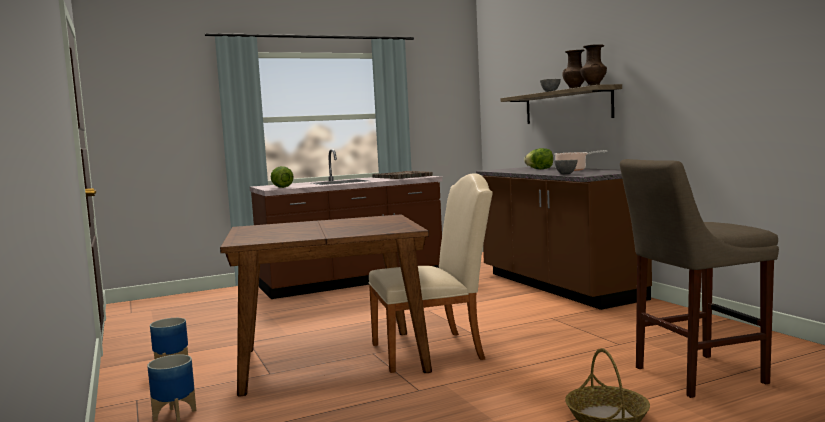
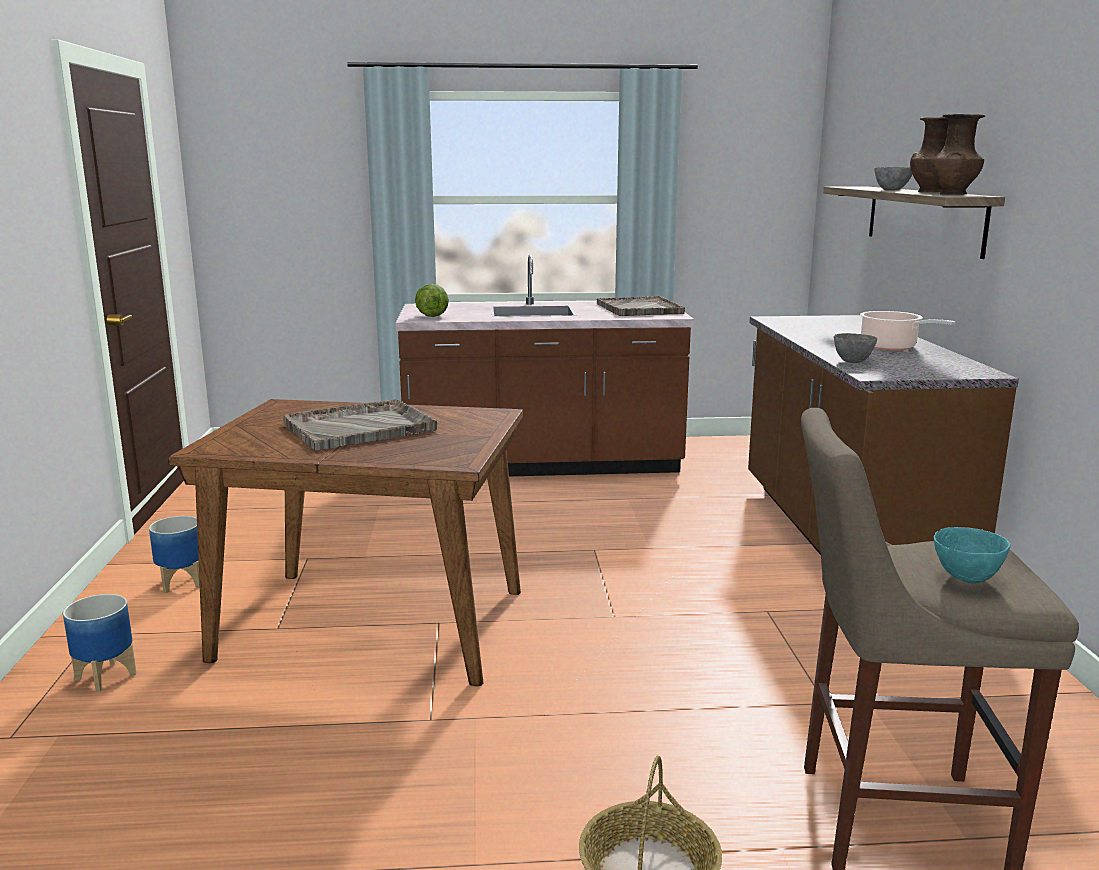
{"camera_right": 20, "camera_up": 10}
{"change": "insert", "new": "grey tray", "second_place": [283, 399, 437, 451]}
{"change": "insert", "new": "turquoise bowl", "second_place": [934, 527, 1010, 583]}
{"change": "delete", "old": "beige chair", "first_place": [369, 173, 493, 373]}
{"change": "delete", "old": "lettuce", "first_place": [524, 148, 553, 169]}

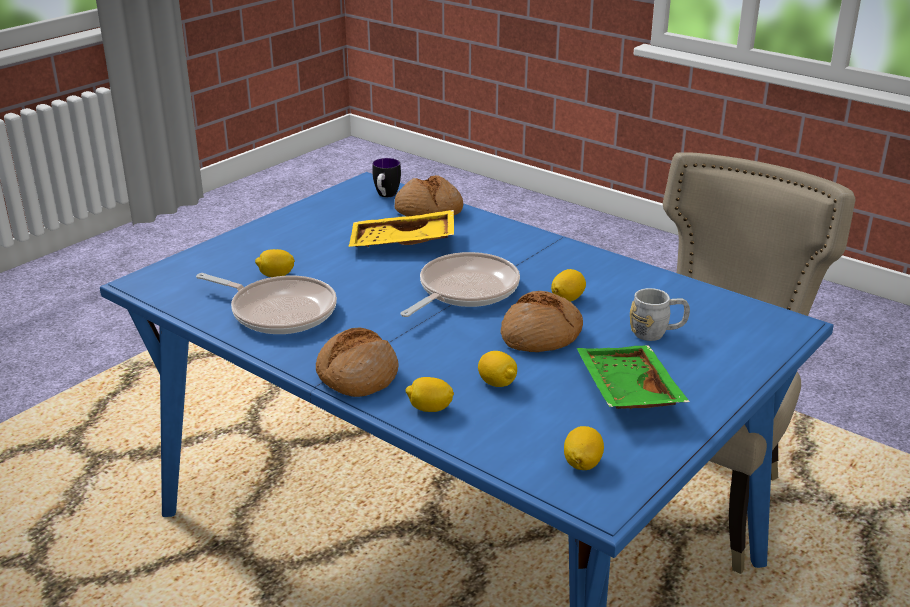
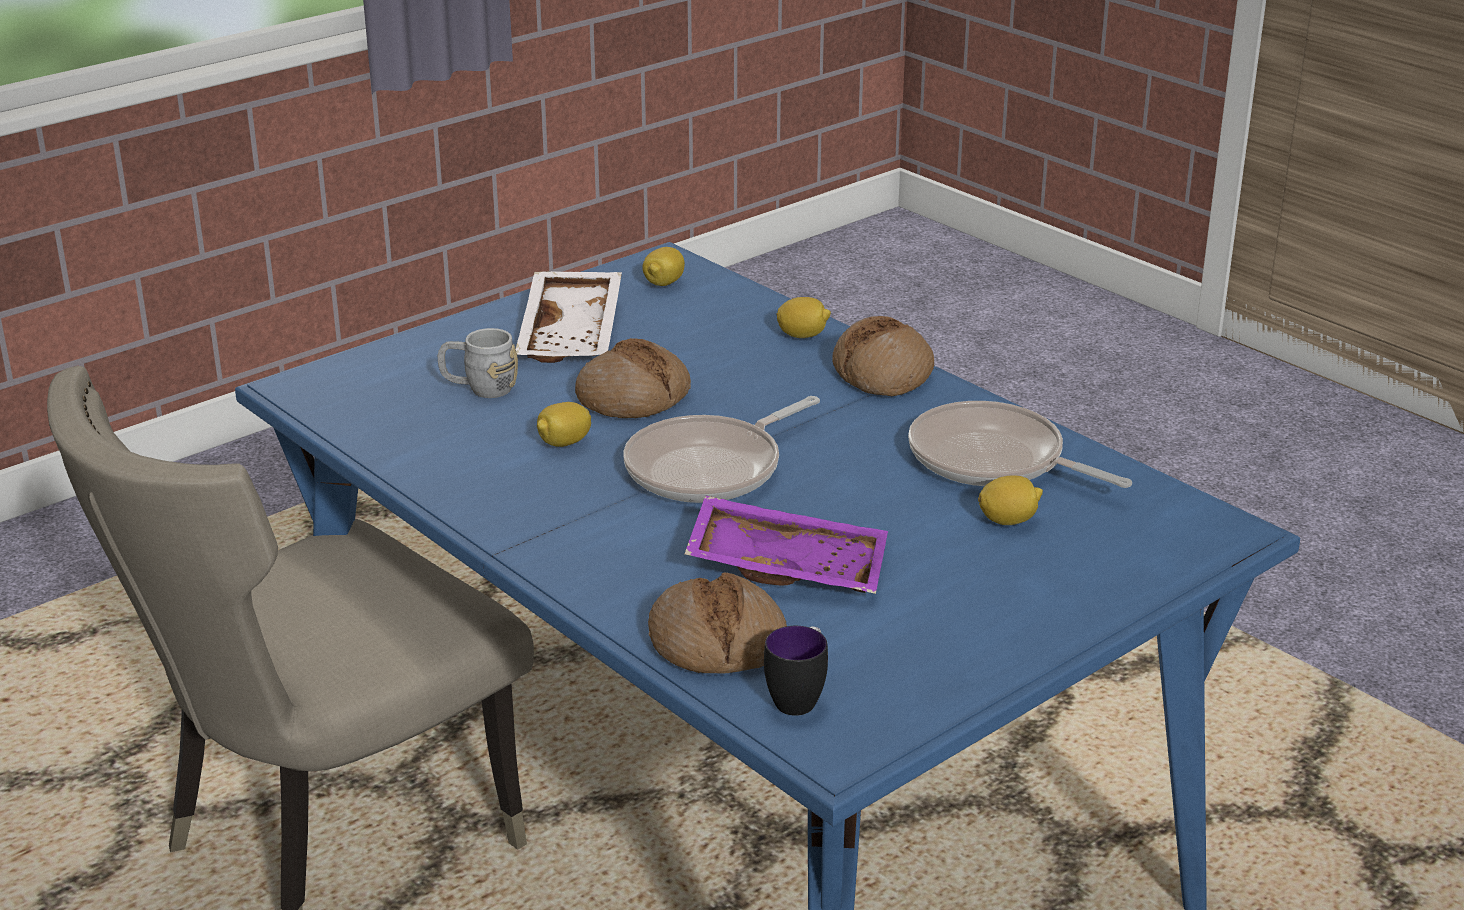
{"camera_right": -170, "camera_up": 0}
{"change": "recolor", "old": "green tray", "new": "white tray", "first_place": [577, 345, 690, 409], "second_place": [516, 271, 622, 363]}
{"change": "recolor", "old": "yellow tray", "new": "purple tray", "first_place": [348, 210, 454, 247], "second_place": [685, 496, 888, 594]}
{"change": "delete", "old": "lemon", "first_place": [478, 351, 517, 387]}

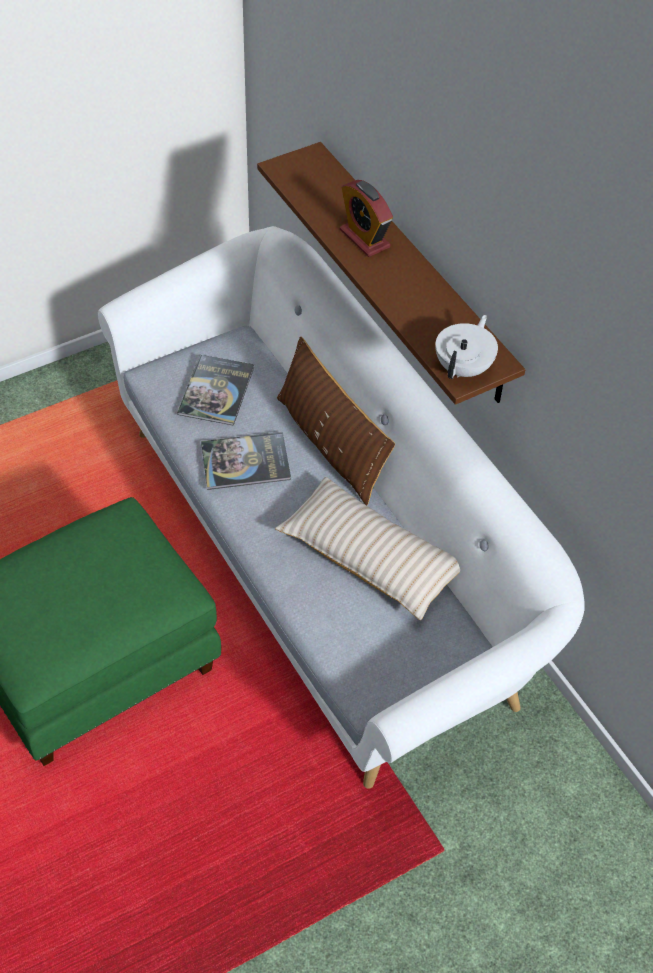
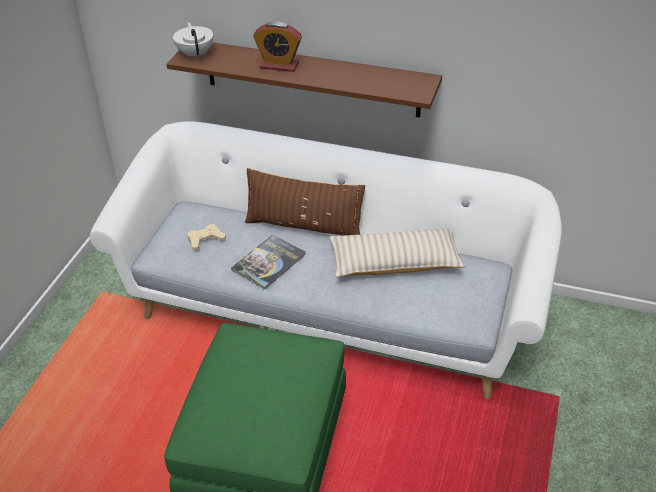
{"camera_right": -40, "camera_up": -10}
{"change": "move", "old": "white teapot", "first_place": [435, 315, 498, 379], "second_place": [173, 22, 213, 59]}
{"change": "replace", "old": "book", "new": "beige game controller", "first_place": [177, 355, 254, 426], "second_place": [188, 224, 226, 251]}

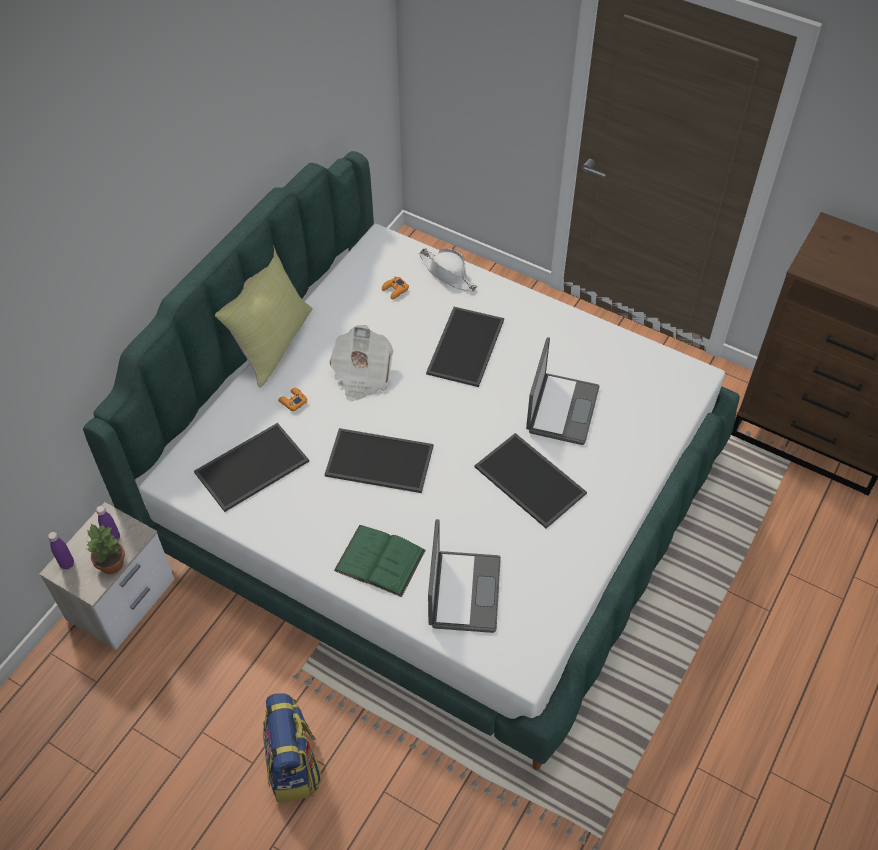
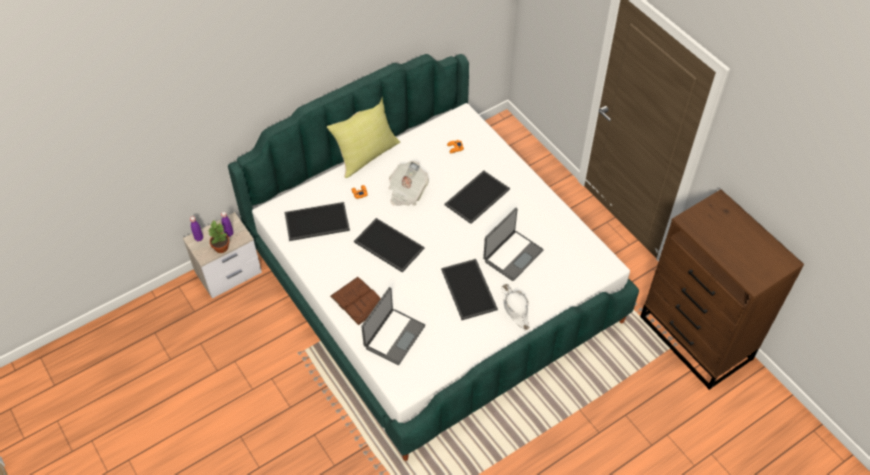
{"camera_right": 25, "camera_up": 0}
{"change": "recolor", "old": "green book", "new": "brown book", "first_place": [334, 525, 426, 597], "second_place": [330, 277, 381, 325]}
{"change": "move", "old": "white hat", "first_place": [419, 248, 478, 292], "second_place": [502, 284, 530, 330]}
{"change": "delete", "old": "backpack", "first_place": [263, 693, 322, 802]}

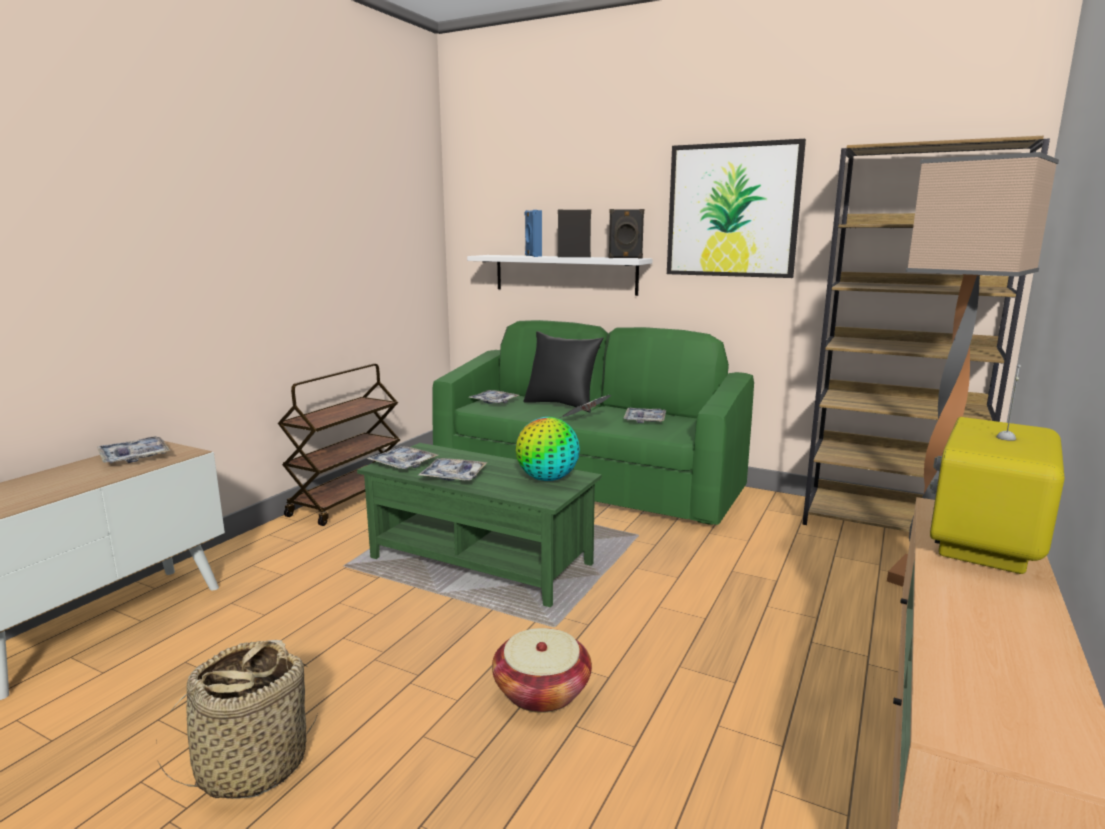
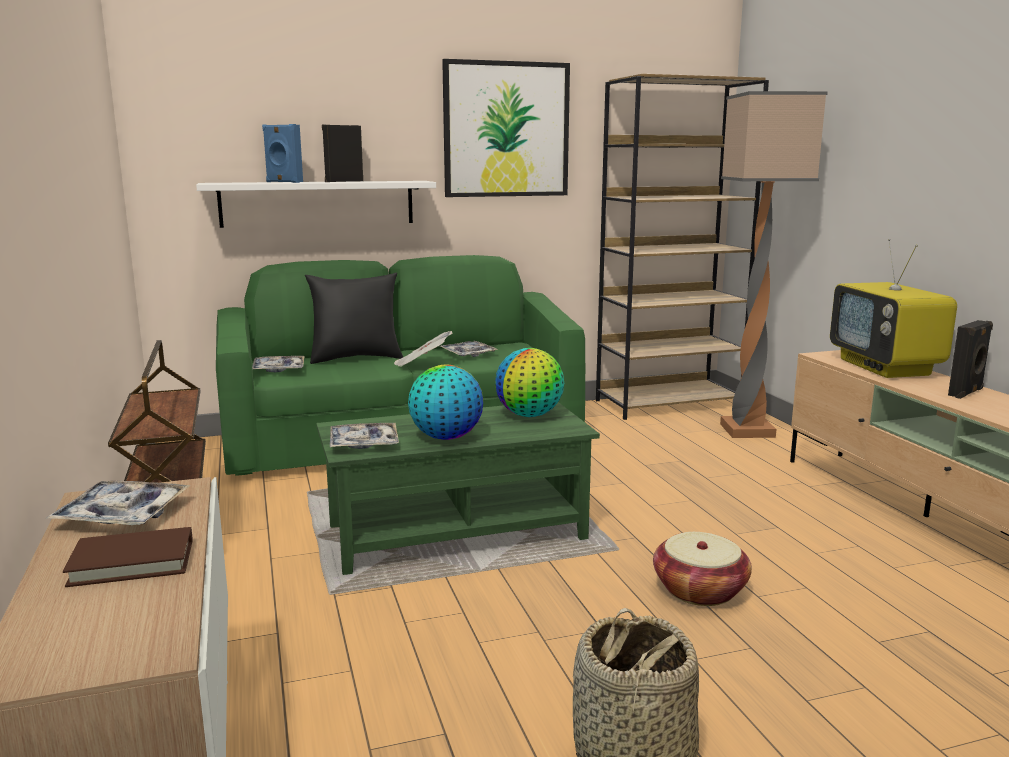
{"camera_right": -45, "camera_up": 0}
{"change": "insert", "new": "brown book", "second_place": [63, 527, 193, 587]}
{"change": "replace", "old": "tray", "new": "globe", "first_place": [418, 458, 488, 480], "second_place": [408, 365, 483, 440]}
{"change": "move", "old": "black speaker", "first_place": [608, 209, 644, 258], "second_place": [948, 320, 993, 399]}

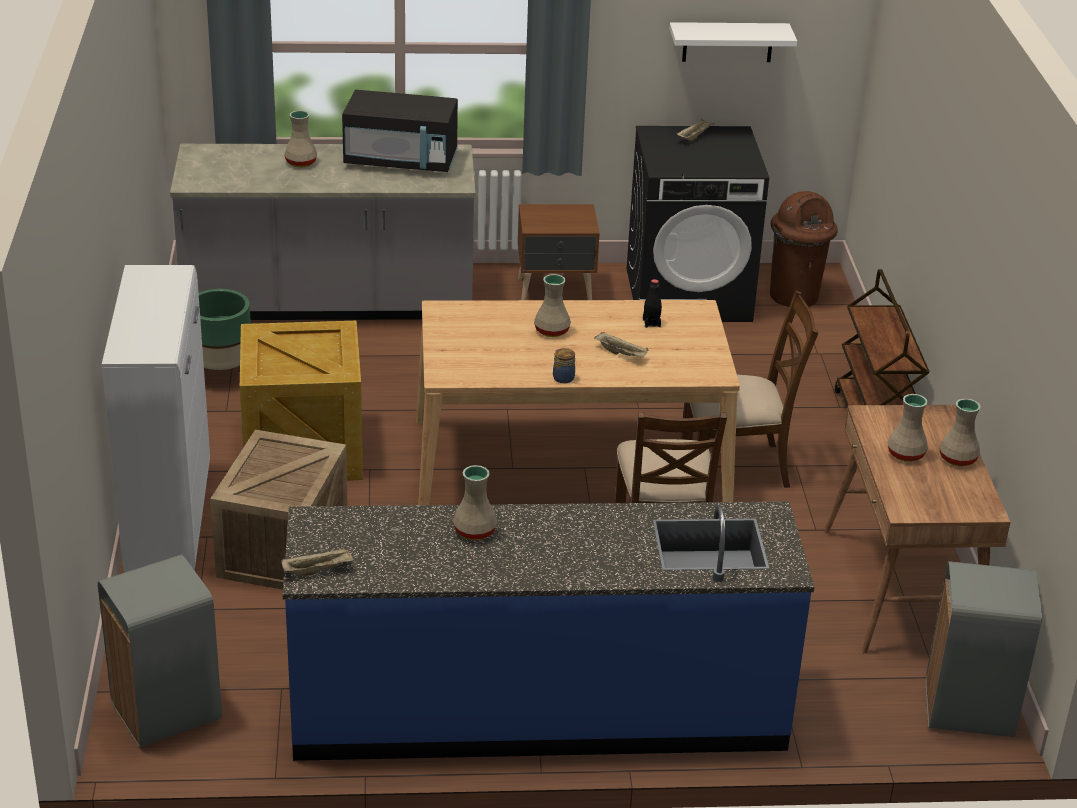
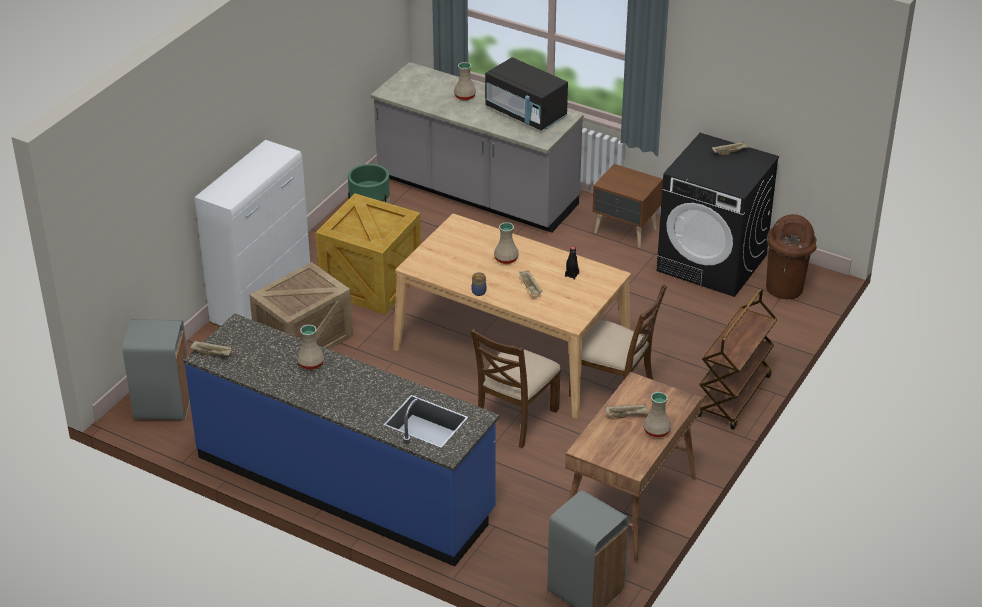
{"camera_right": 35, "camera_up": 5}
{"change": "replace", "old": "beige vase", "new": "beige tray", "first_place": [888, 394, 928, 462], "second_place": [606, 403, 649, 418]}
{"change": "delete", "old": "white shelf", "first_place": [669, 22, 797, 62]}

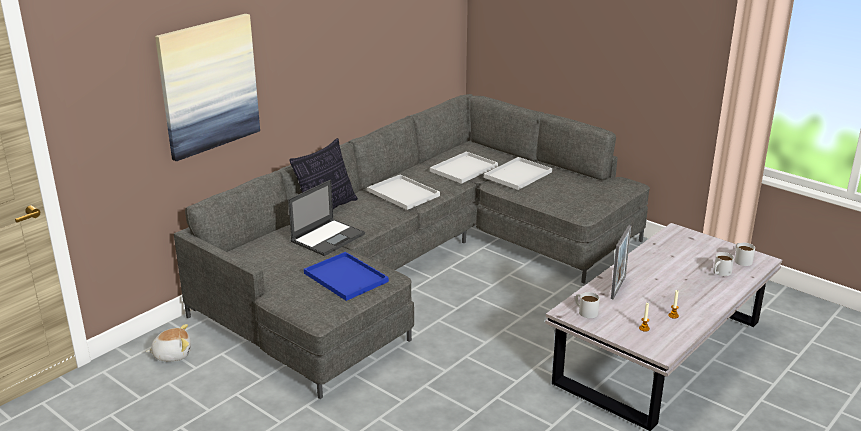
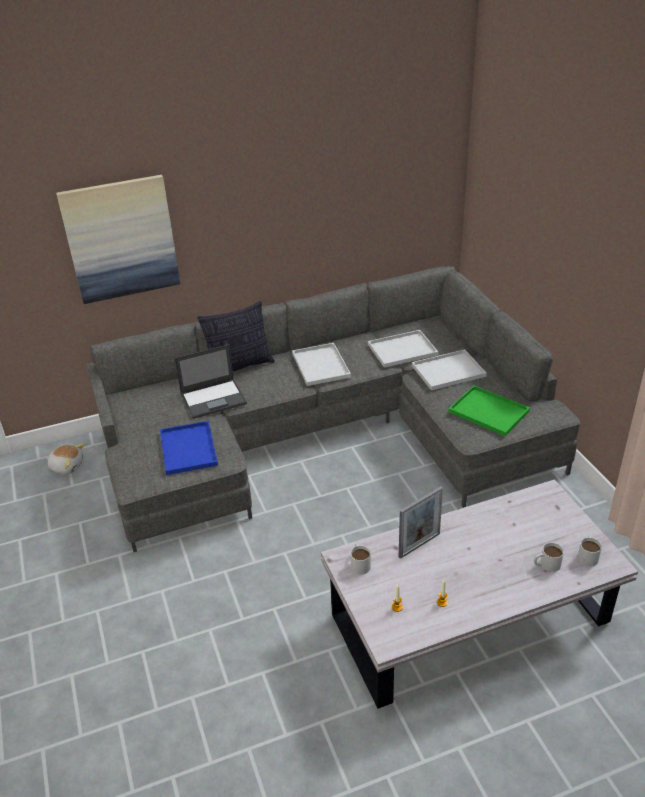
{"camera_right": 30, "camera_up": 10}
{"change": "insert", "new": "green tray", "second_place": [448, 385, 530, 436]}

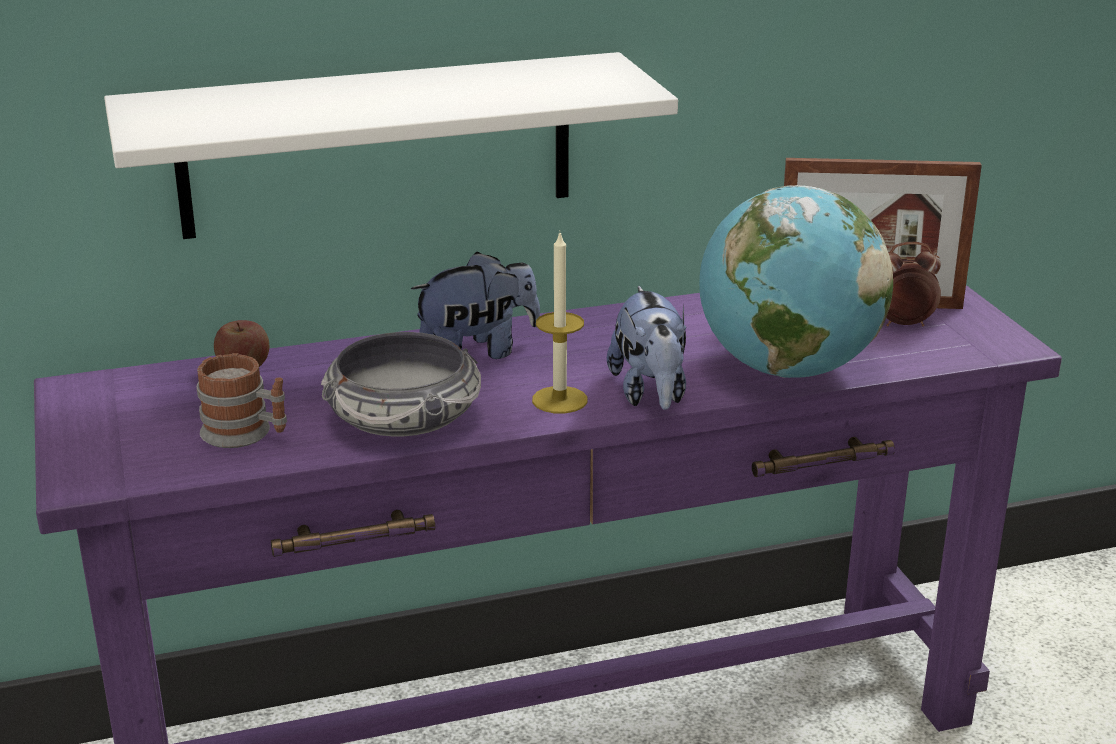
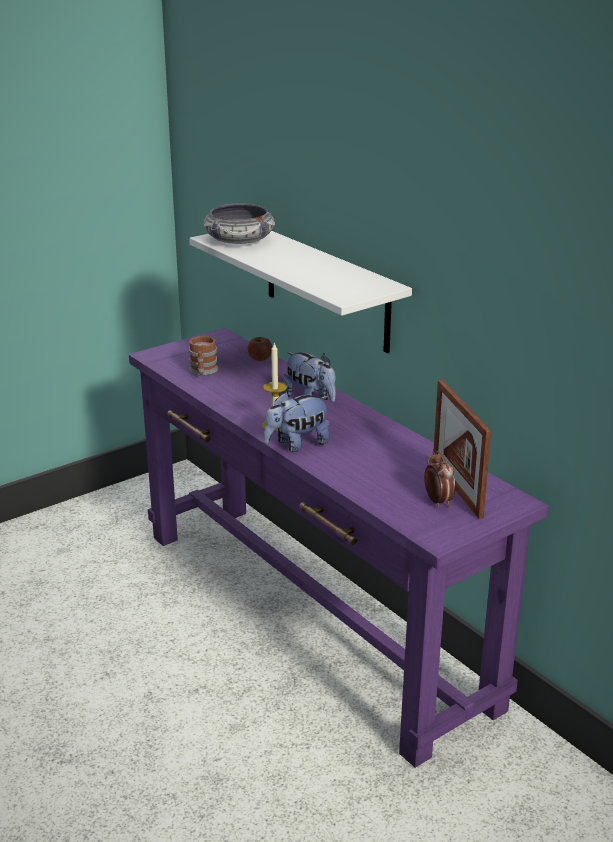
{"camera_right": 70, "camera_up": 0}
{"change": "move", "old": "bowl", "first_place": [321, 332, 481, 436], "second_place": [203, 203, 275, 244]}
{"change": "delete", "old": "globe", "first_place": [699, 185, 893, 378]}

